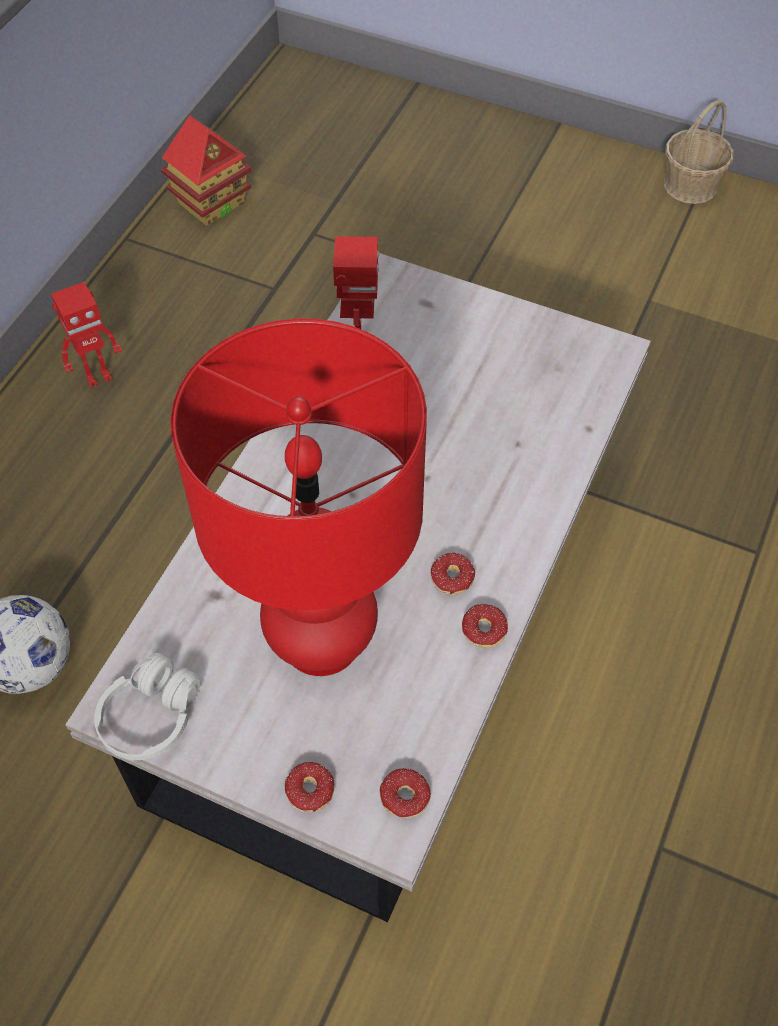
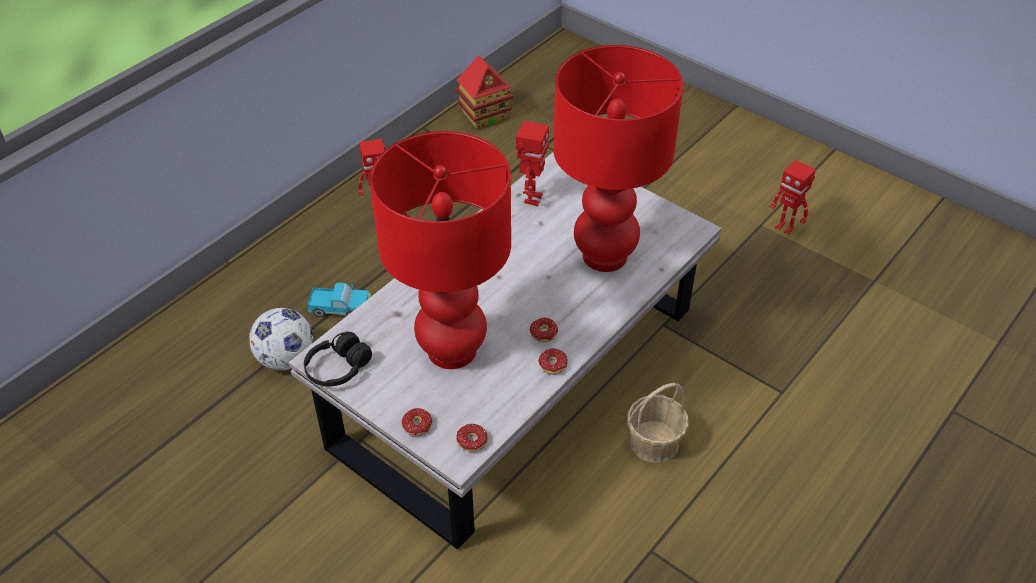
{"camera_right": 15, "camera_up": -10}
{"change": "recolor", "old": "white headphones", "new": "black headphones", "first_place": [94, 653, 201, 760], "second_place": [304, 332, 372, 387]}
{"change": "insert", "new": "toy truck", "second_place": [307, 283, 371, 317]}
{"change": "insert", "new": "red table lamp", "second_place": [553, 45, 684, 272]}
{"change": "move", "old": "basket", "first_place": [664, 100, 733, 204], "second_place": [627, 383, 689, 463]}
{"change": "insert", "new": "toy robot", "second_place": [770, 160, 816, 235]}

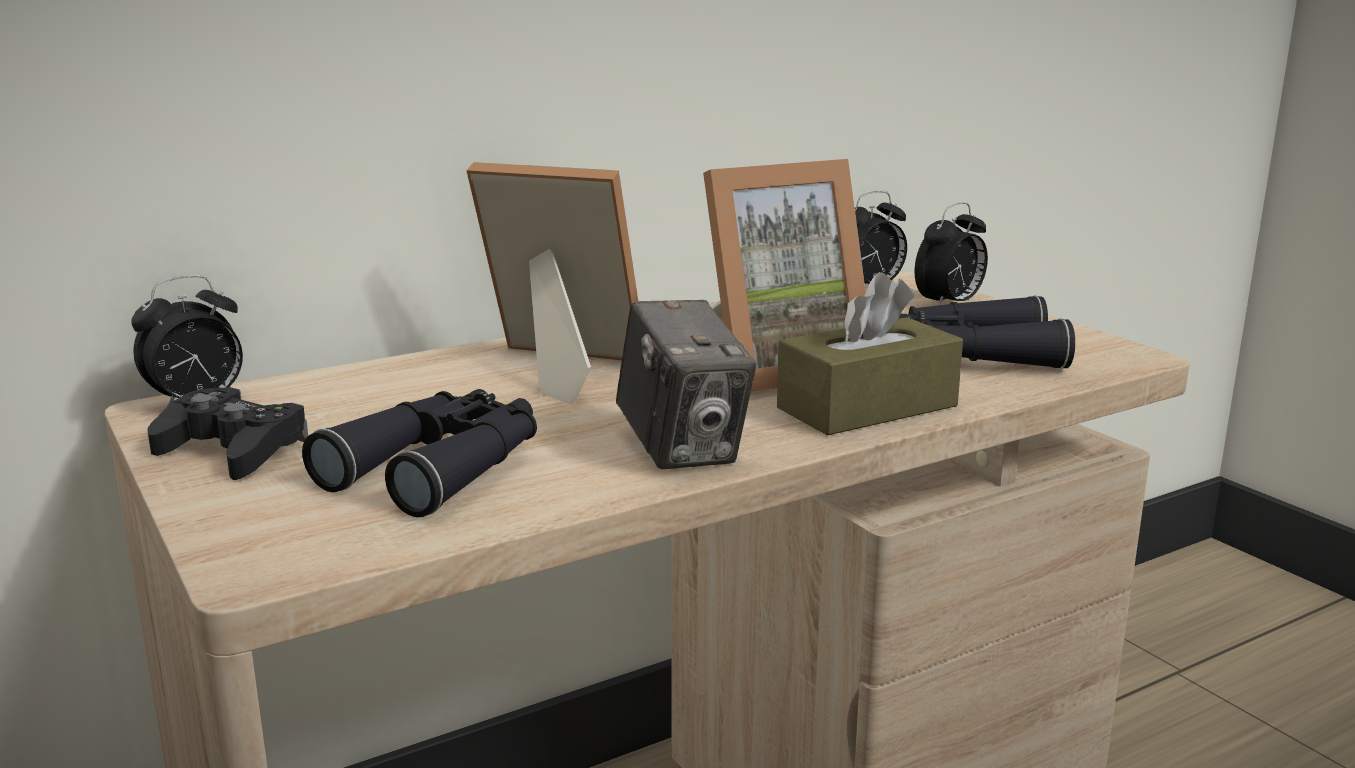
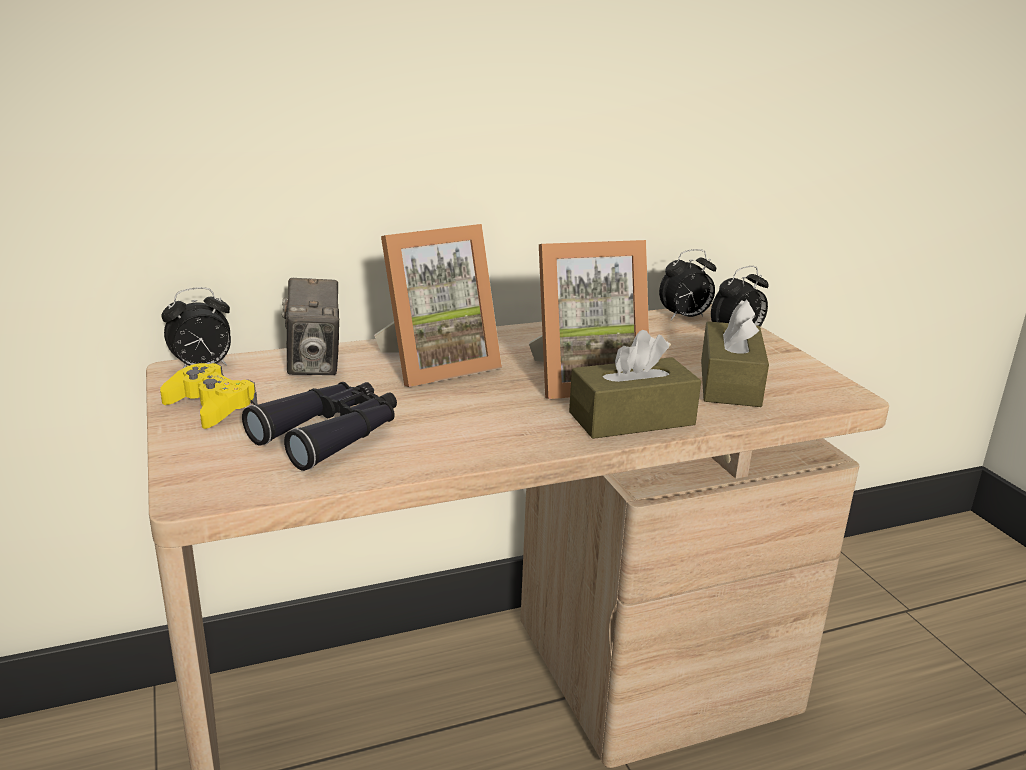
{"camera_right": 10, "camera_up": 5}
{"change": "recolor", "old": "black game controller", "new": "yellow game controller", "first_place": [147, 387, 308, 480], "second_place": [160, 363, 257, 429]}
{"change": "move", "old": "photo camera", "first_place": [616, 300, 756, 469], "second_place": [282, 278, 339, 375]}
{"change": "rotate", "old": "picture frame", "first_place": [466, 162, 638, 404], "second_place": [374, 224, 502, 387], "degrees": 120}
{"change": "replace", "old": "black binoculars", "new": "brown tissue box", "first_place": [898, 295, 1075, 369], "second_place": [701, 299, 769, 407]}

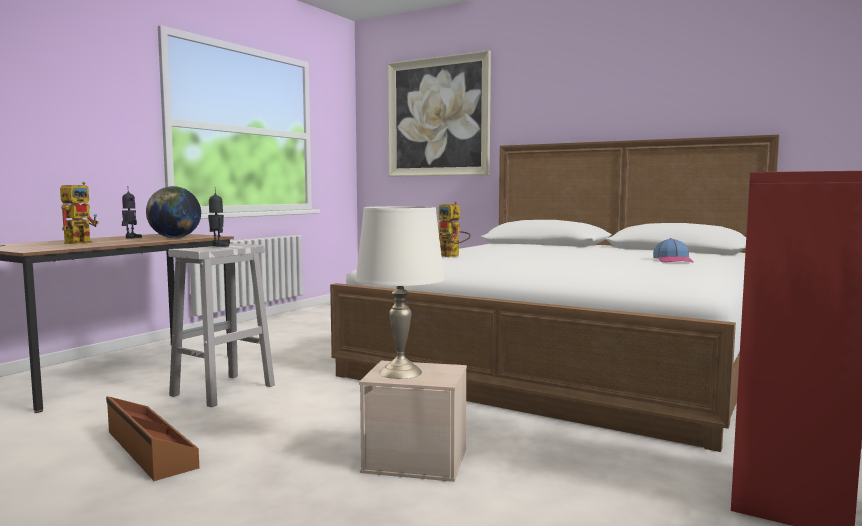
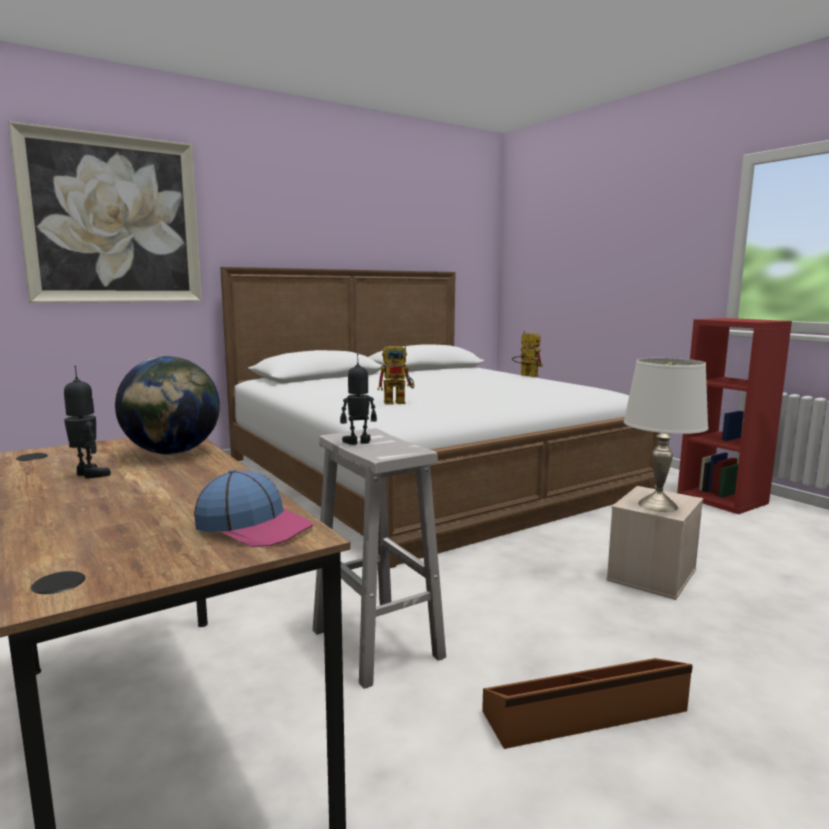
{"camera_right": -65, "camera_up": 5}
{"change": "move", "old": "cap", "first_place": [653, 238, 693, 262], "second_place": [194, 470, 313, 547]}
{"change": "move", "old": "toy robot", "first_place": [60, 182, 99, 244], "second_place": [512, 331, 543, 377]}

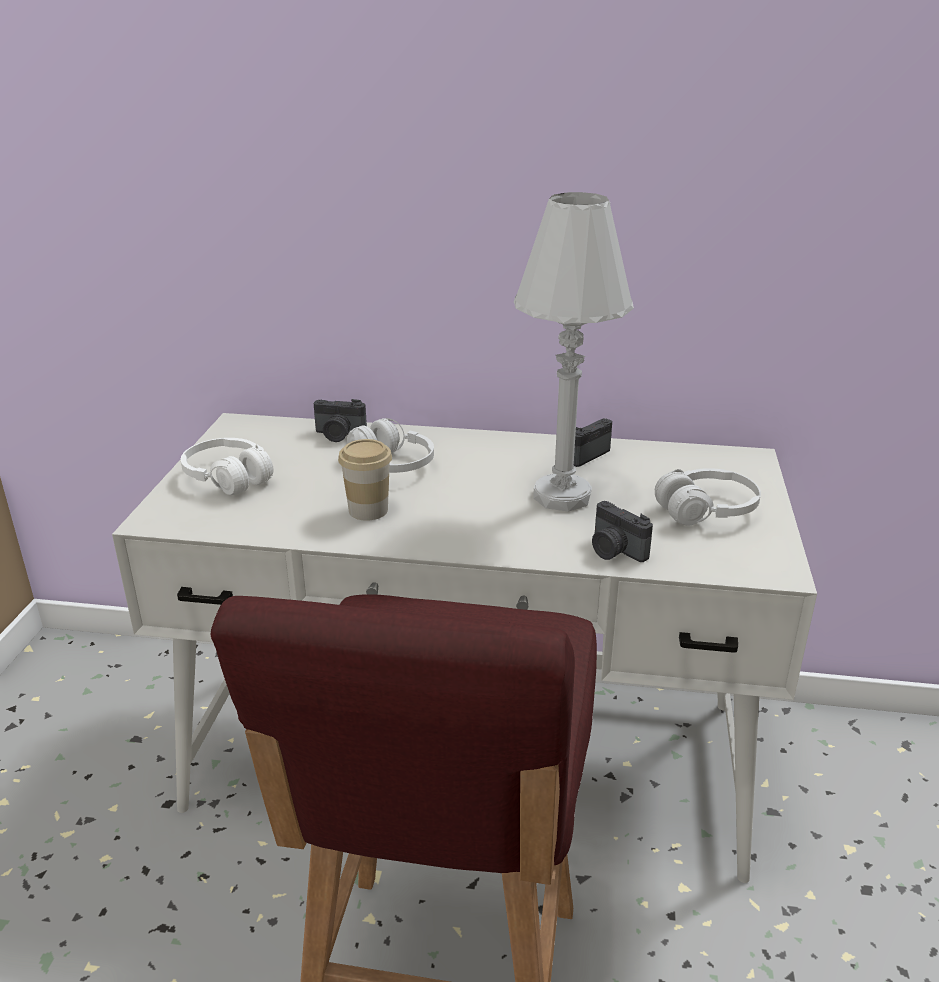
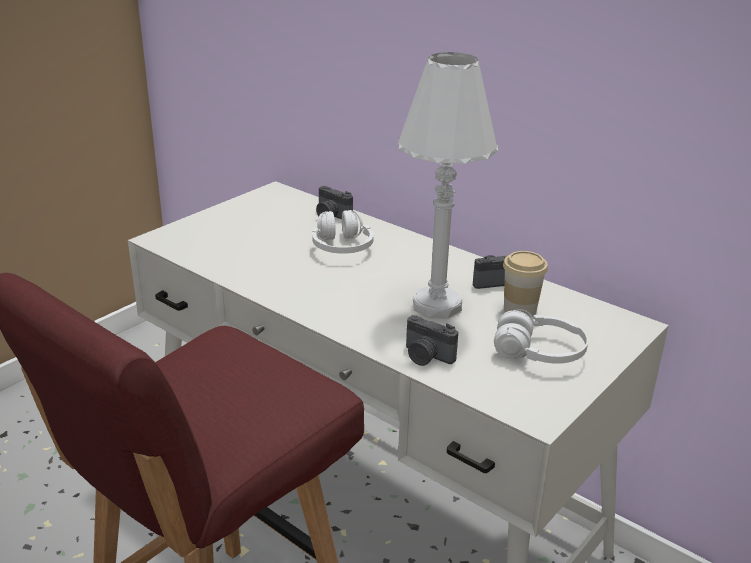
{"camera_right": 30, "camera_up": 0}
{"change": "rotate", "old": "photo camera", "first_place": [592, 501, 653, 562], "second_place": [406, 315, 458, 366], "degrees": -45}
{"change": "move", "old": "cup", "first_place": [338, 439, 392, 521], "second_place": [503, 251, 548, 317]}
{"change": "delete", "old": "white headphones", "first_place": [181, 438, 273, 495]}

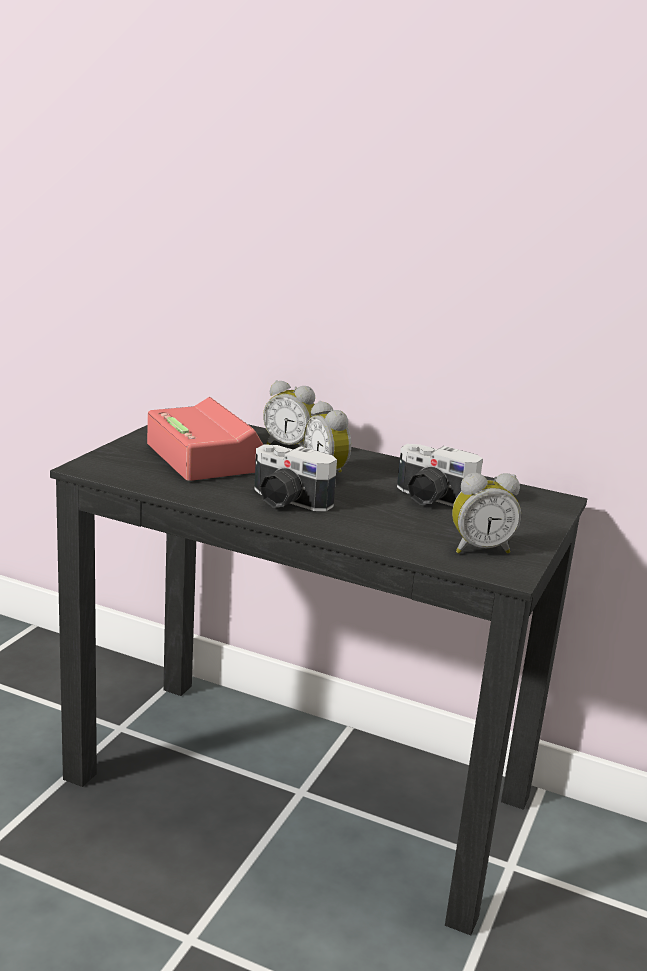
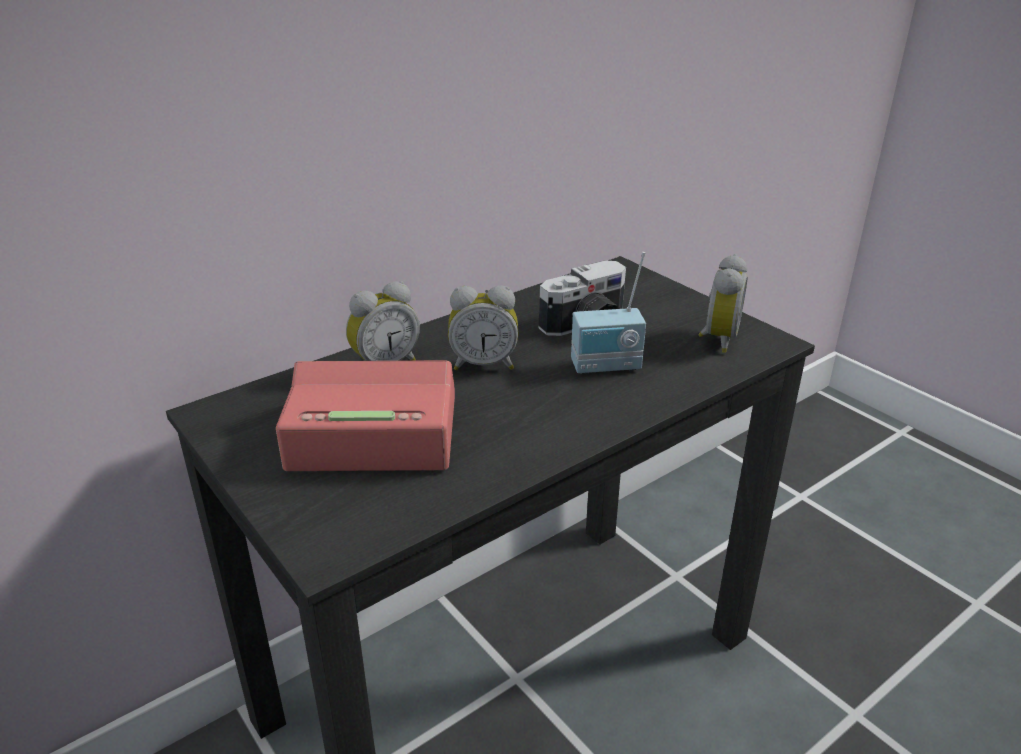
{"camera_right": -60, "camera_up": 10}
{"change": "insert", "new": "radio", "second_place": [571, 252, 646, 374]}
{"change": "delete", "old": "photo camera", "first_place": [255, 444, 337, 511]}

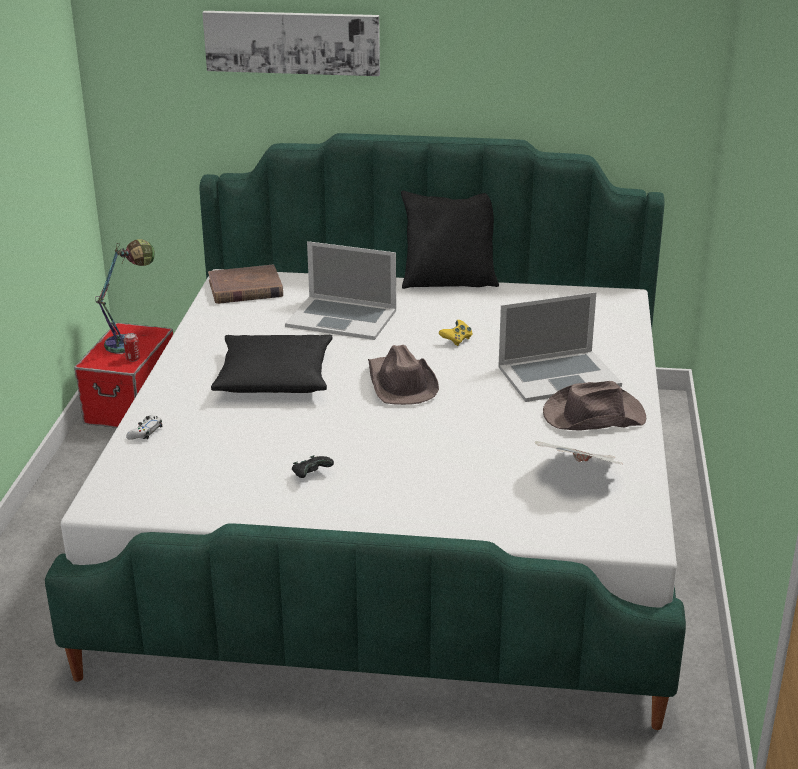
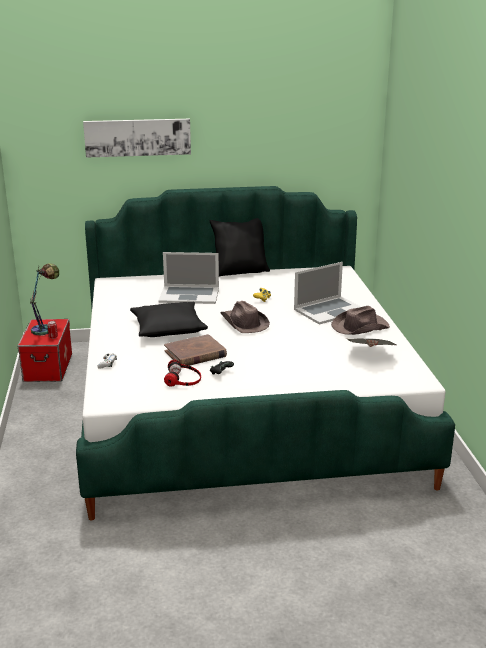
{"camera_right": -15, "camera_up": -5}
{"change": "move", "old": "brown book", "first_place": [208, 264, 283, 304], "second_place": [164, 334, 227, 366]}
{"change": "insert", "new": "headphones", "second_place": [164, 360, 201, 387]}

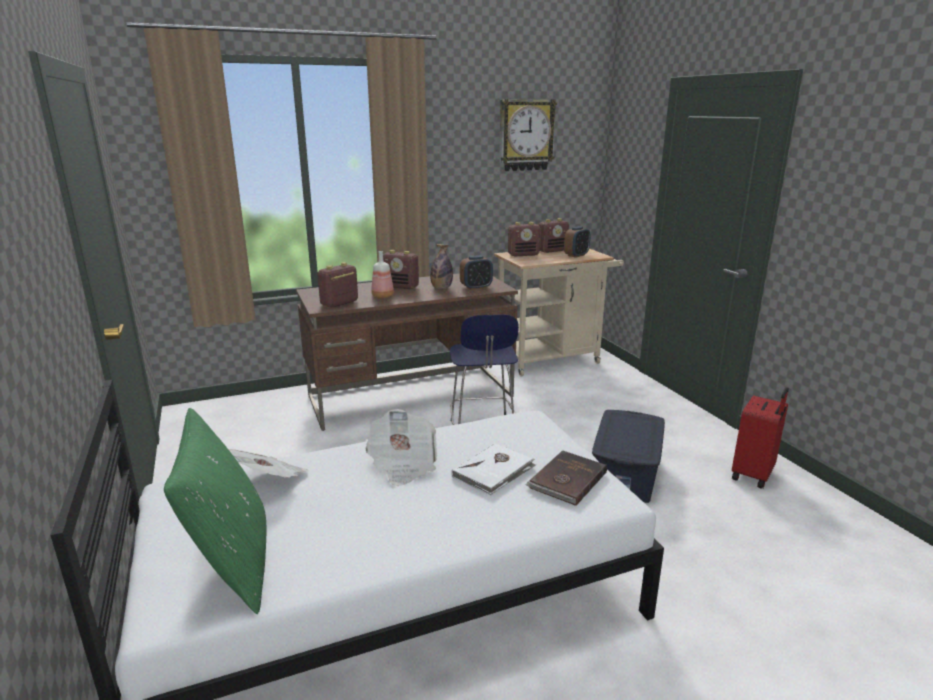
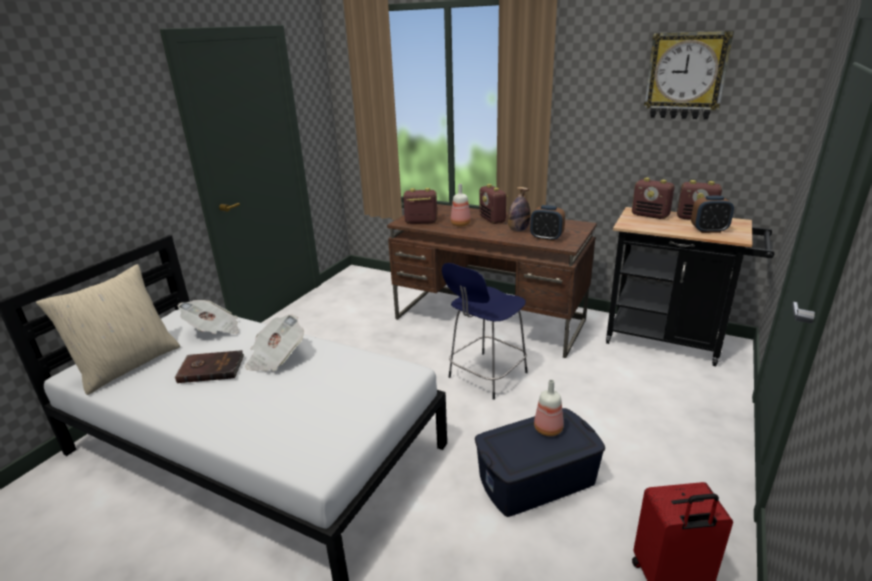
{"camera_right": 50, "camera_up": 5}
{"change": "recolor", "old": "green pillow", "new": "beige pillow", "first_place": [164, 408, 266, 614], "second_place": [36, 264, 180, 395]}
{"change": "move", "old": "brown book", "first_place": [525, 450, 607, 506], "second_place": [175, 350, 244, 383]}
{"change": "insert", "new": "bottle", "second_place": [534, 380, 564, 436]}
{"change": "recolor", "old": "beige cart", "new": "black cart", "first_place": [494, 249, 624, 376], "second_place": [606, 207, 774, 366]}
{"change": "delete", "old": "white book", "first_place": [451, 443, 536, 496]}

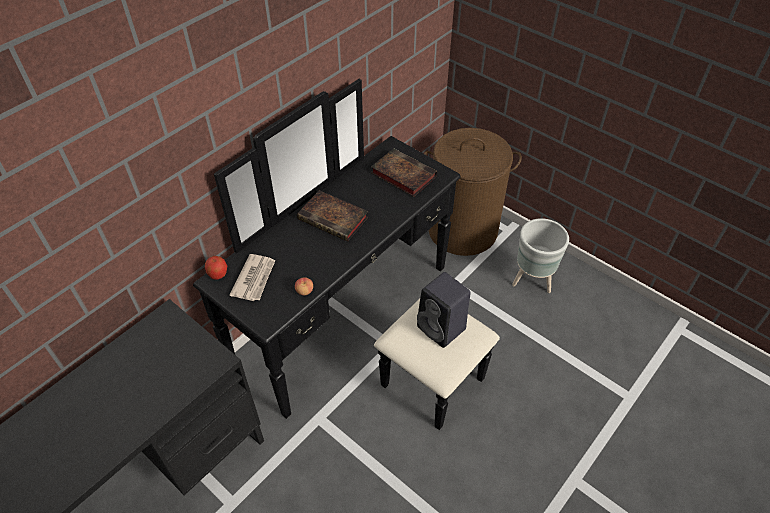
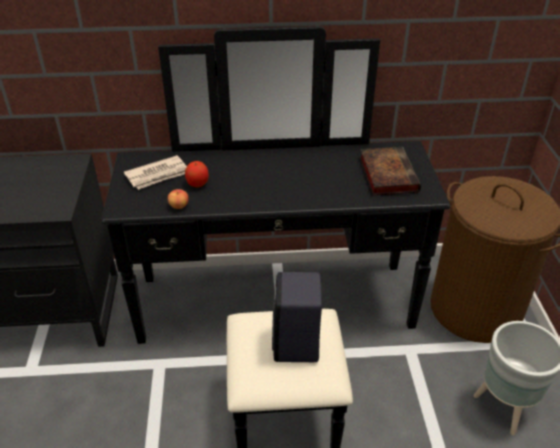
{"camera_right": 45, "camera_up": -10}
{"change": "move", "old": "apple", "first_place": [205, 256, 227, 279], "second_place": [185, 161, 209, 188]}
{"change": "delete", "old": "book", "first_place": [297, 190, 368, 242]}

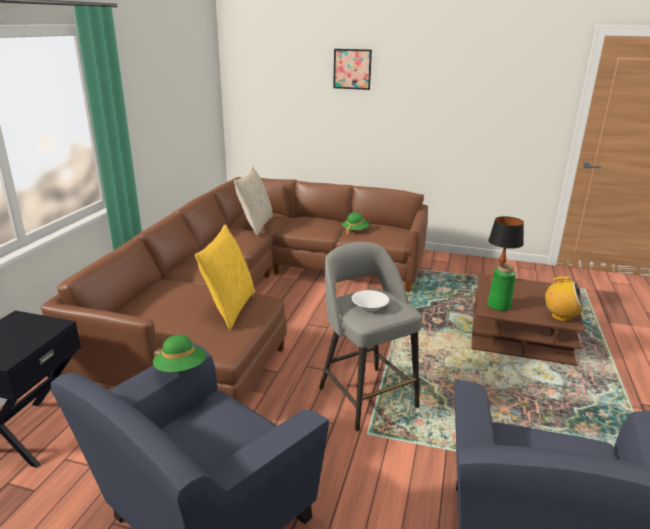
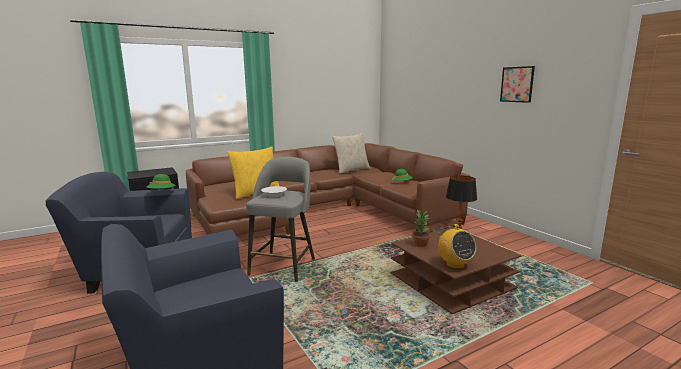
{"camera_right": 45, "camera_up": -10}
{"change": "replace", "old": "green vase", "new": "potted plant", "first_place": [488, 263, 516, 311], "second_place": [412, 210, 431, 247]}
{"change": "move", "old": "picture", "first_place": [333, 49, 372, 90], "second_place": [500, 66, 535, 103]}

